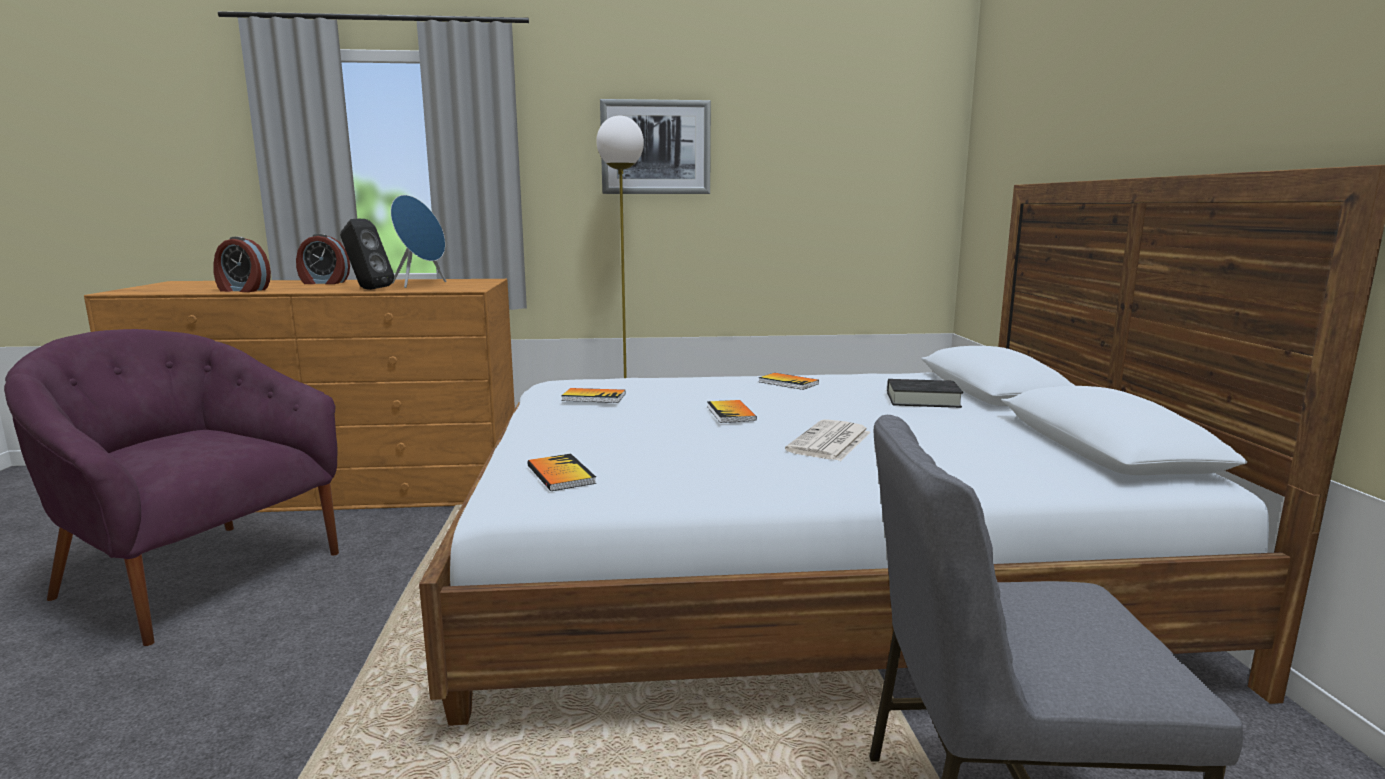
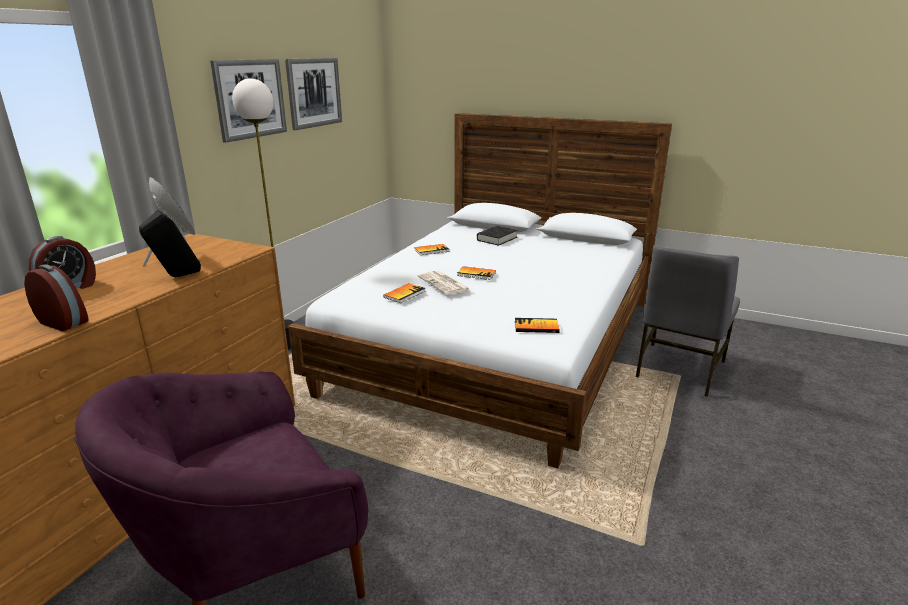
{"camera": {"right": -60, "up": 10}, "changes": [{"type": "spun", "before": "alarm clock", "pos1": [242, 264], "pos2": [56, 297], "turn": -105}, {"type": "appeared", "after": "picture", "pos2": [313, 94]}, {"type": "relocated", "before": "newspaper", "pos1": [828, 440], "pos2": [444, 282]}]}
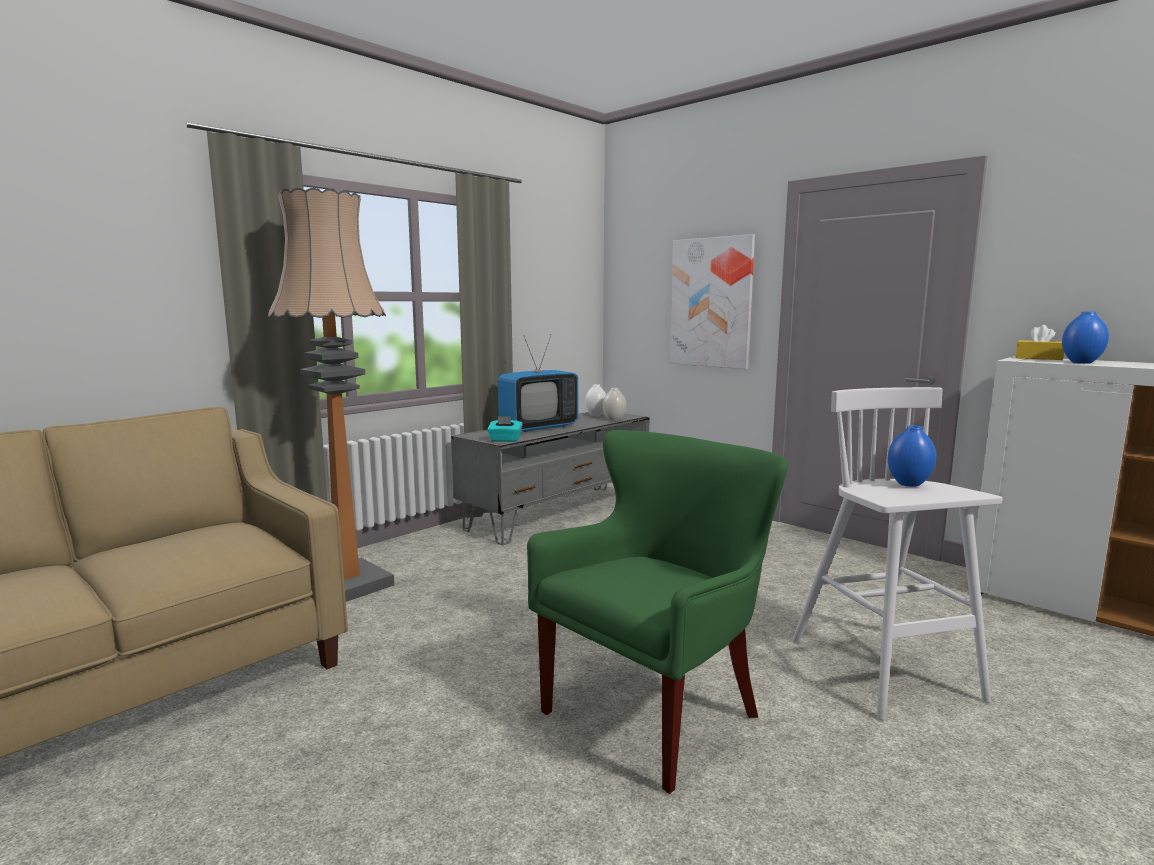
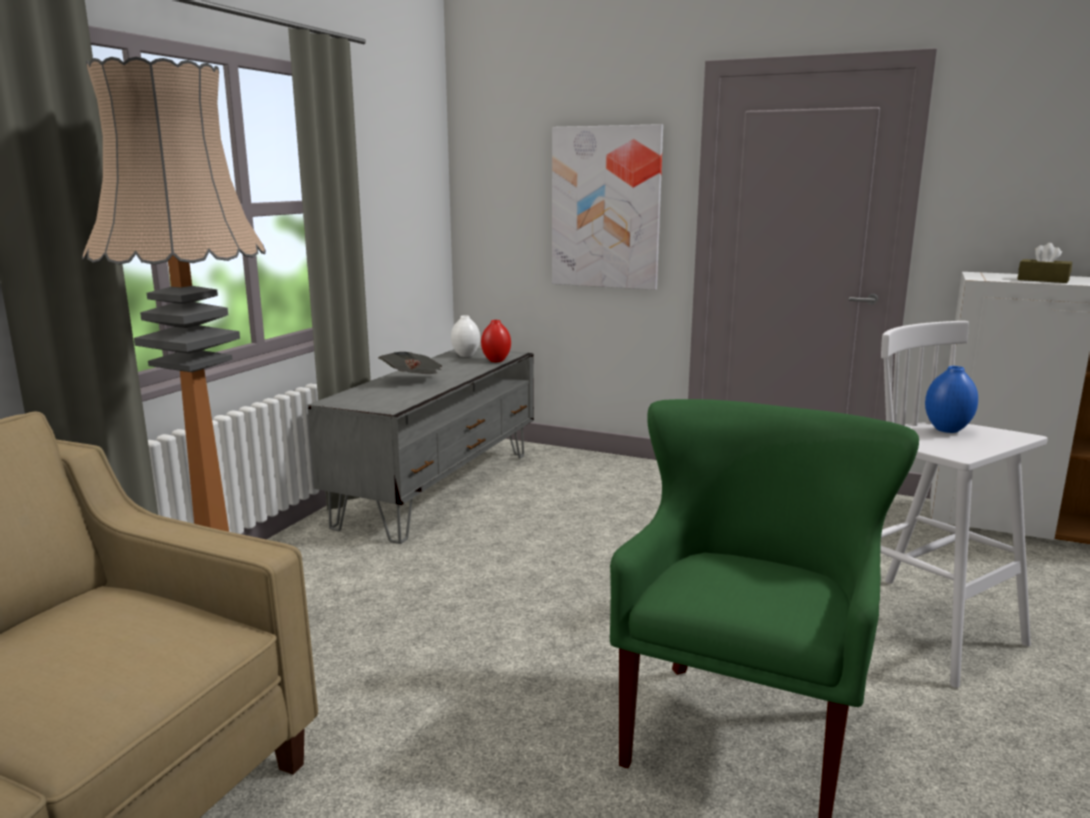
{"camera": {"right": -20, "up": 5}, "changes": [{"type": "exchanged", "before": "television", "after": "newspaper", "pos1": [538, 383], "pos2": [410, 363]}, {"type": "colour", "before": "white vase", "after": "red vase", "pos1": [614, 404], "pos2": [496, 341]}, {"type": "exchanged", "before": "blue vase", "after": "brown tissue box", "pos1": [1085, 337], "pos2": [1044, 263]}, {"type": "missing", "before": "turquoise tissue box", "pos1": [505, 429]}, {"type": "missing", "before": "yellow tissue box", "pos1": [1040, 342]}]}
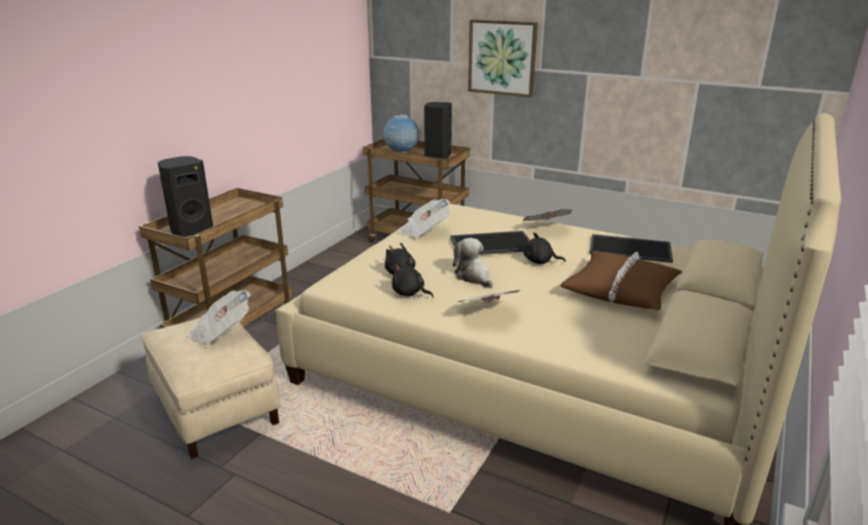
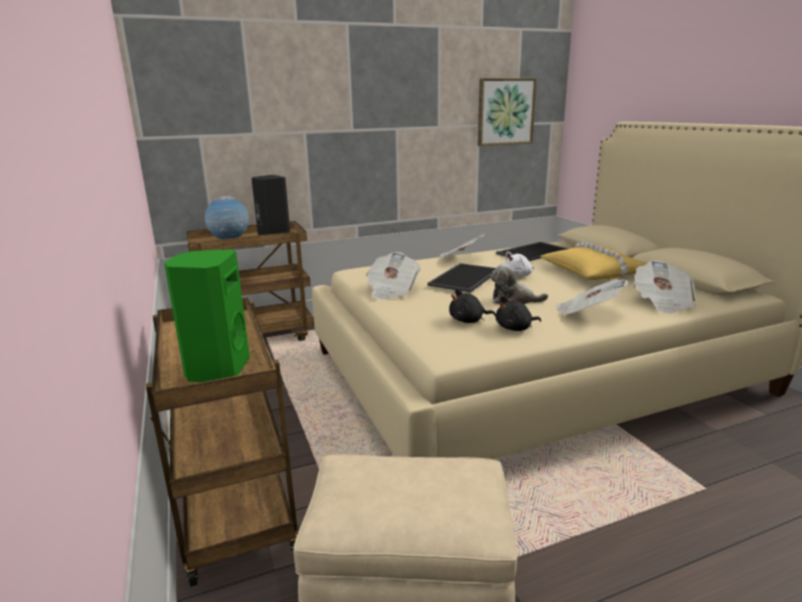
{"camera": {"right": -50, "up": -5}, "changes": [{"type": "colour", "before": "black speaker", "after": "green speaker", "pos1": [185, 196], "pos2": [207, 315]}, {"type": "relocated", "before": "picture", "pos1": [503, 58], "pos2": [507, 112]}, {"type": "colour", "before": "black plush toy", "after": "white plush toy", "pos1": [545, 248], "pos2": [519, 264]}, {"type": "colour", "before": "brown pillow", "after": "yellow pillow", "pos1": [621, 280], "pos2": [593, 261]}, {"type": "relocated", "before": "newspaper", "pos1": [219, 318], "pos2": [664, 287]}]}
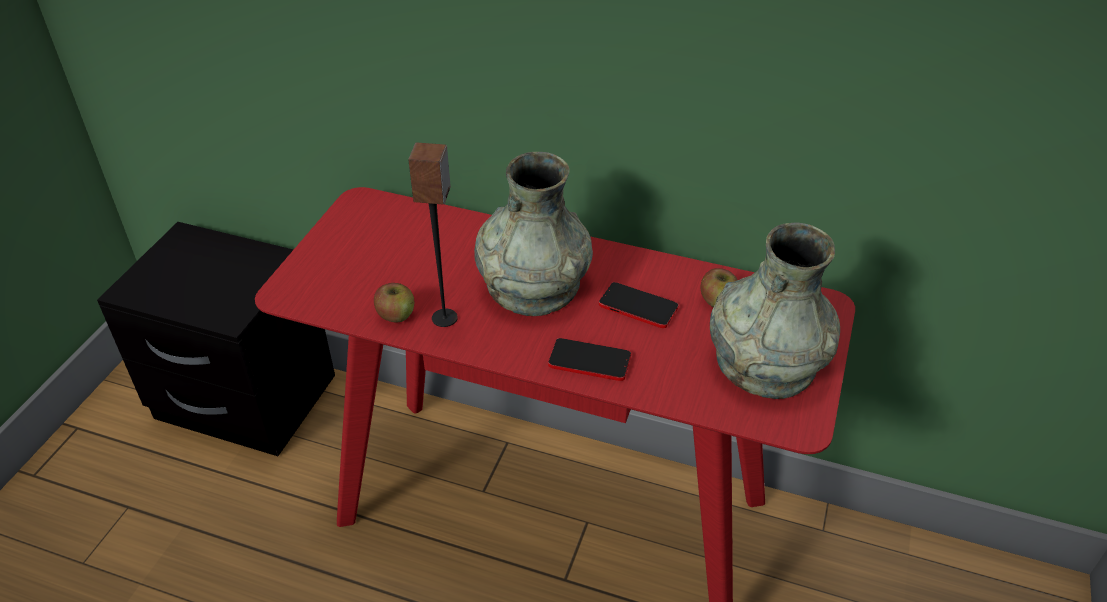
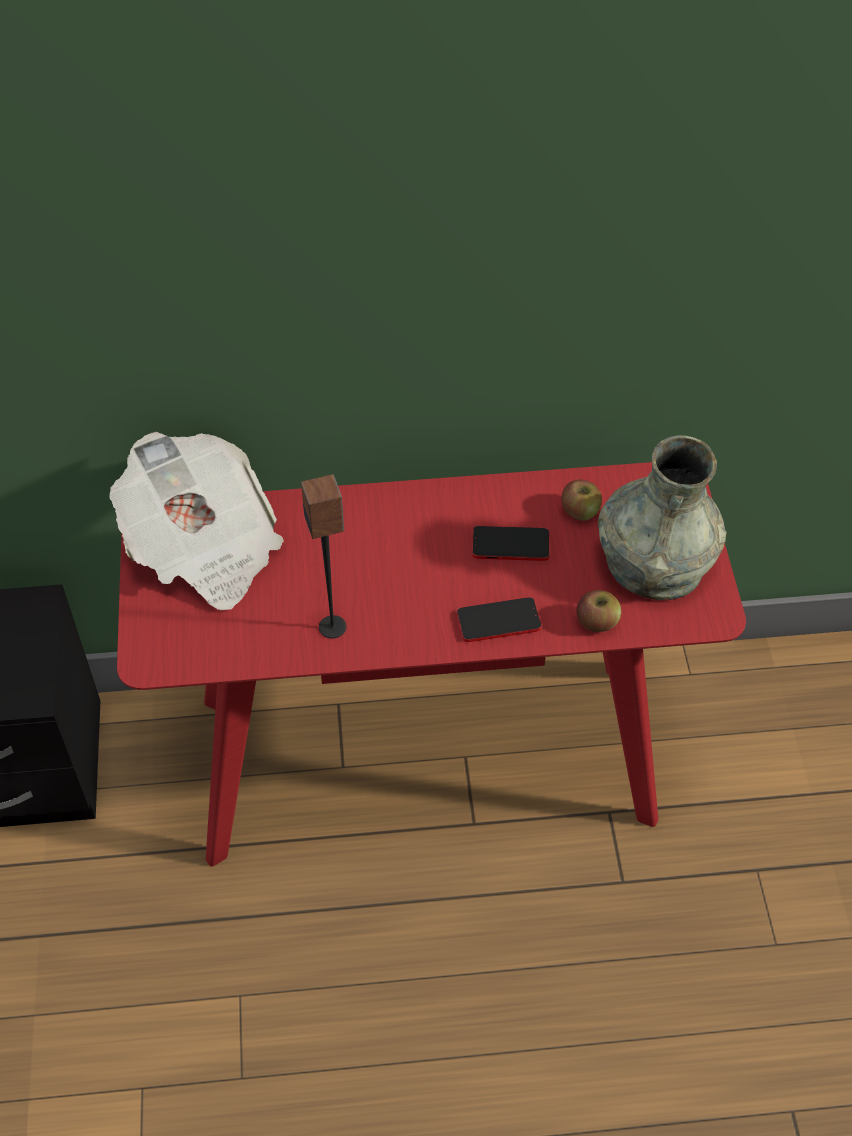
{"camera": {"right": -25, "up": 10}, "changes": [{"type": "appeared", "after": "newspaper", "pos2": [196, 521]}, {"type": "relocated", "before": "apple", "pos1": [394, 303], "pos2": [598, 611]}, {"type": "missing", "before": "grey vase", "pos1": [533, 234]}]}
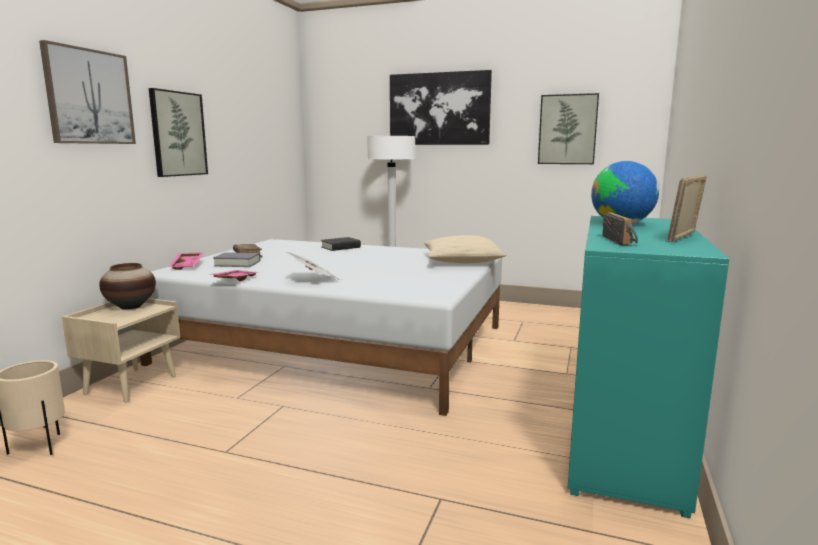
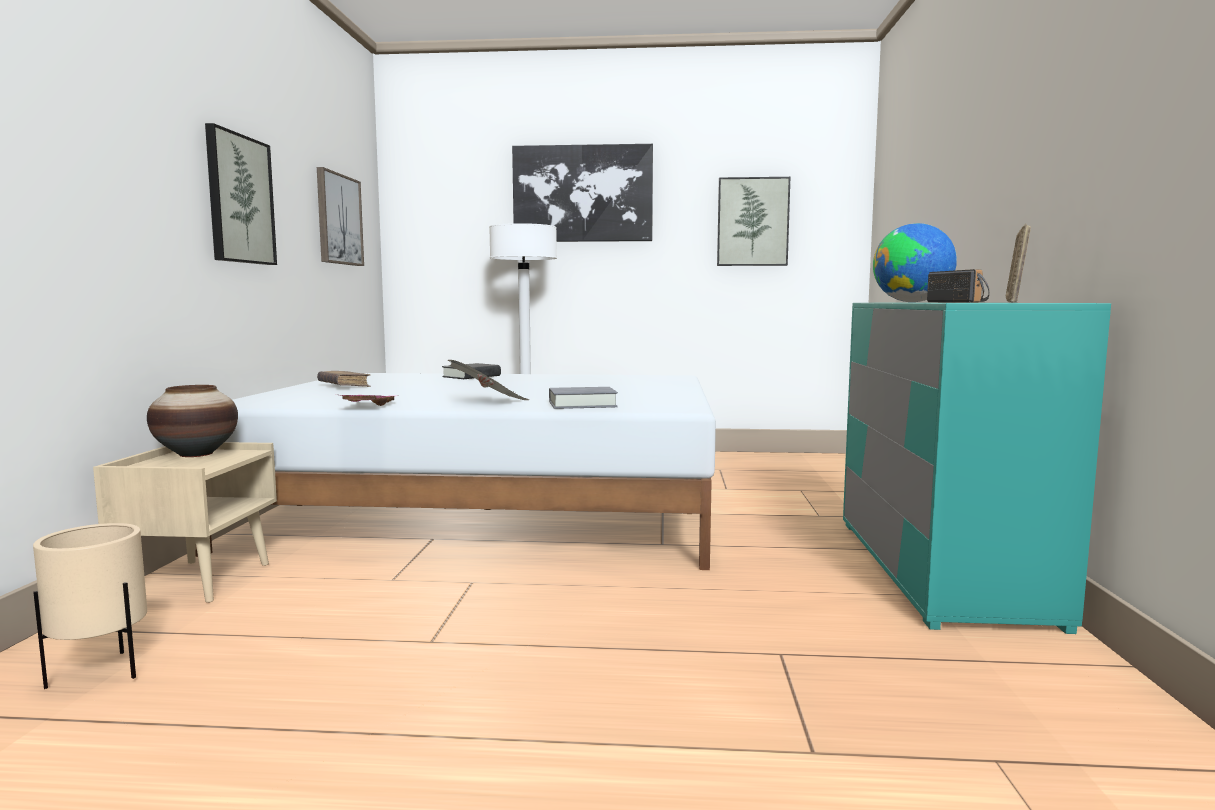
{"camera": {"right": -15, "up": -5}, "changes": [{"type": "relocated", "before": "picture", "pos1": [87, 92], "pos2": [340, 216]}, {"type": "relocated", "before": "grey book", "pos1": [237, 259], "pos2": [583, 398]}, {"type": "missing", "before": "pink tray", "pos1": [186, 261]}, {"type": "missing", "before": "beige pillow", "pos1": [465, 249]}]}
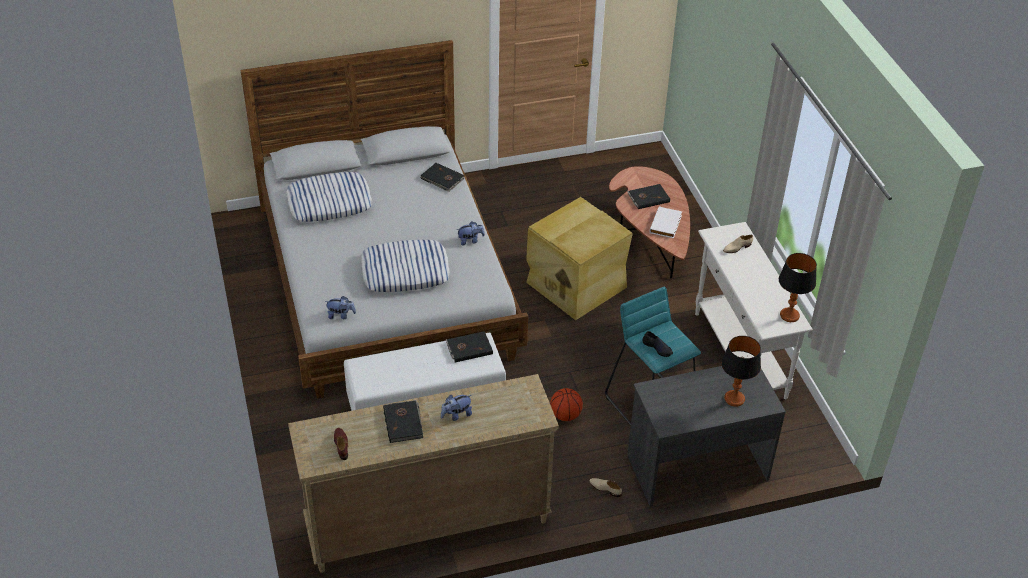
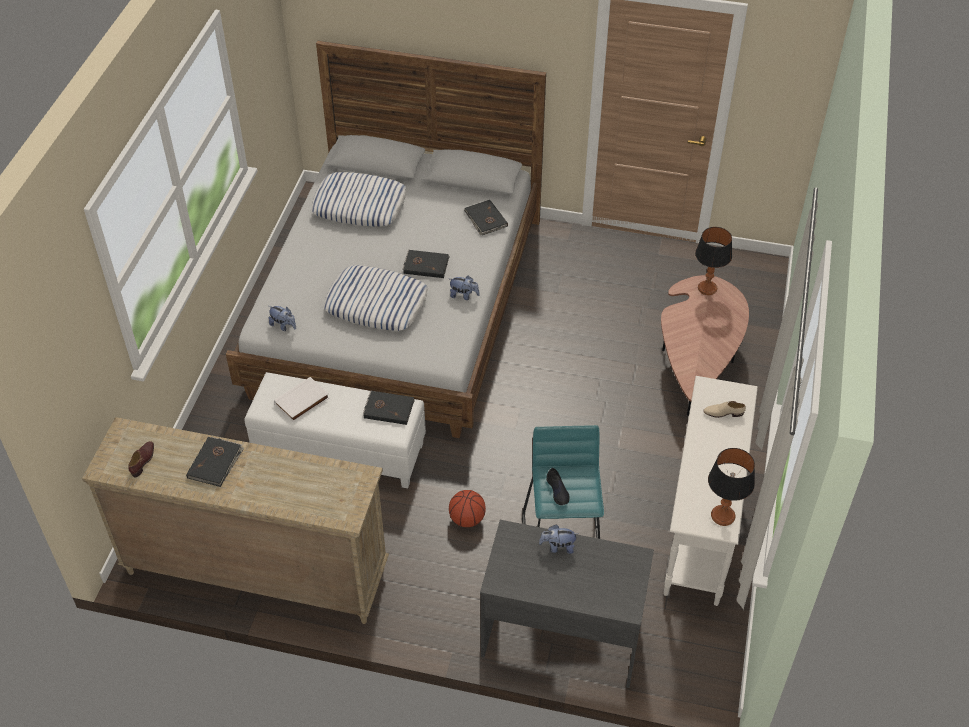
{"camera": {"right": 30, "up": 5}, "changes": [{"type": "relocated", "before": "white book", "pos1": [665, 222], "pos2": [301, 399]}, {"type": "relocated", "before": "black book", "pos1": [648, 196], "pos2": [426, 264]}, {"type": "relocated", "before": "plush toy", "pos1": [456, 408], "pos2": [558, 539]}, {"type": "relocated", "before": "table lamp", "pos1": [741, 371], "pos2": [713, 261]}, {"type": "missing", "before": "beige storage box", "pos1": [579, 258]}, {"type": "missing", "before": "beige shoe", "pos1": [605, 487]}]}
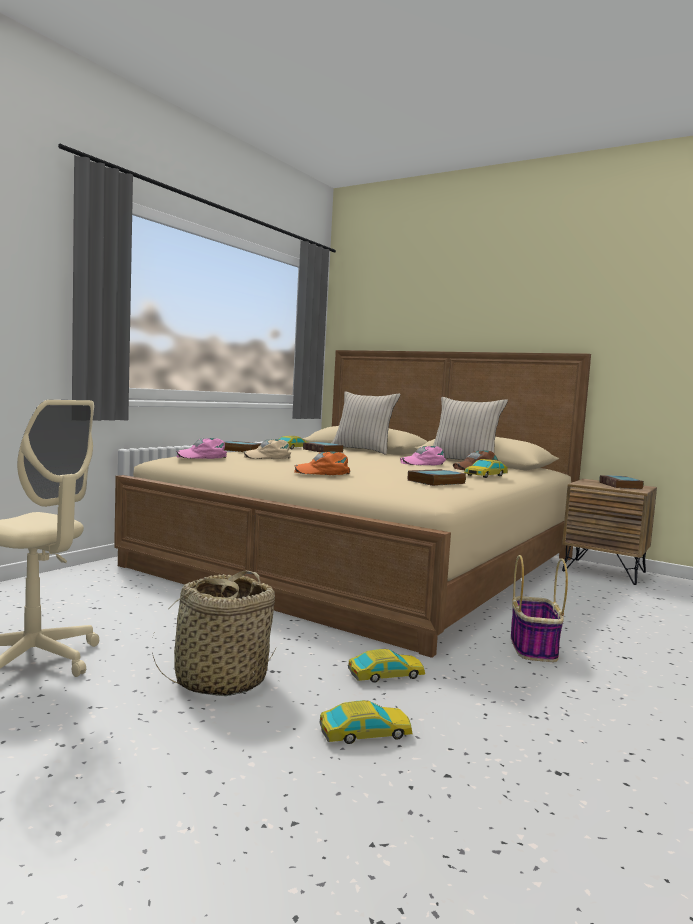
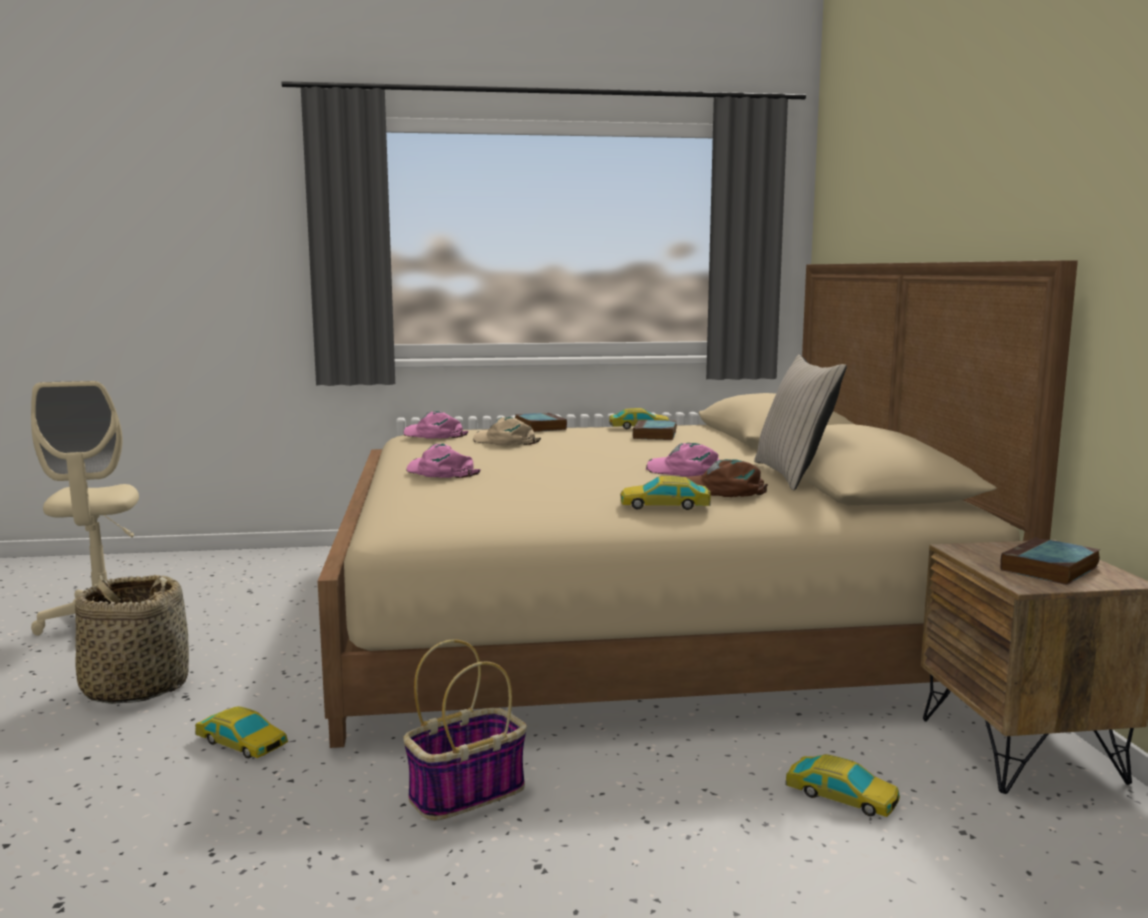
{"camera": {"right": 50, "up": 5}, "changes": [{"type": "colour", "before": "orange cap", "after": "pink cap", "pos1": [322, 463], "pos2": [443, 461]}, {"type": "relocated", "before": "toy car", "pos1": [366, 722], "pos2": [842, 785]}, {"type": "missing", "before": "beige pillow", "pos1": [366, 423]}, {"type": "missing", "before": "book", "pos1": [437, 477]}]}
